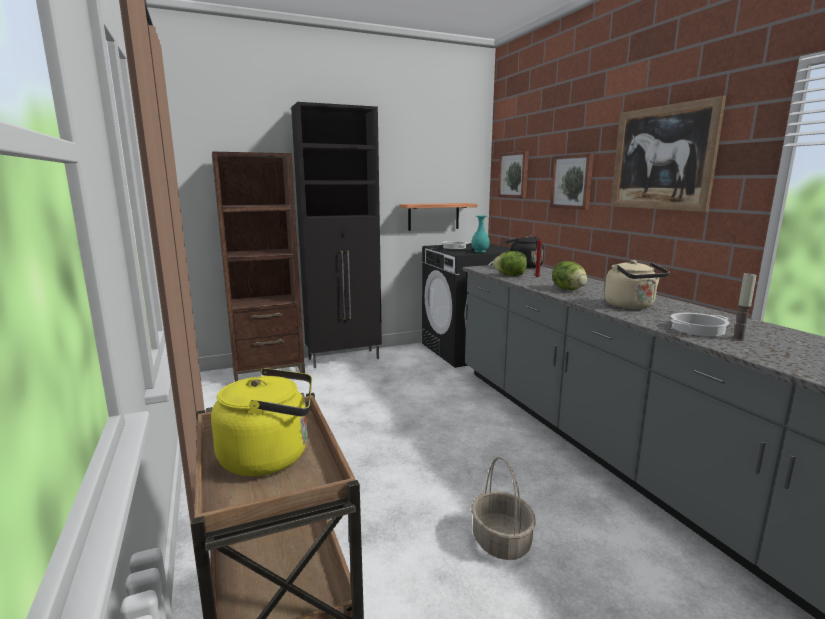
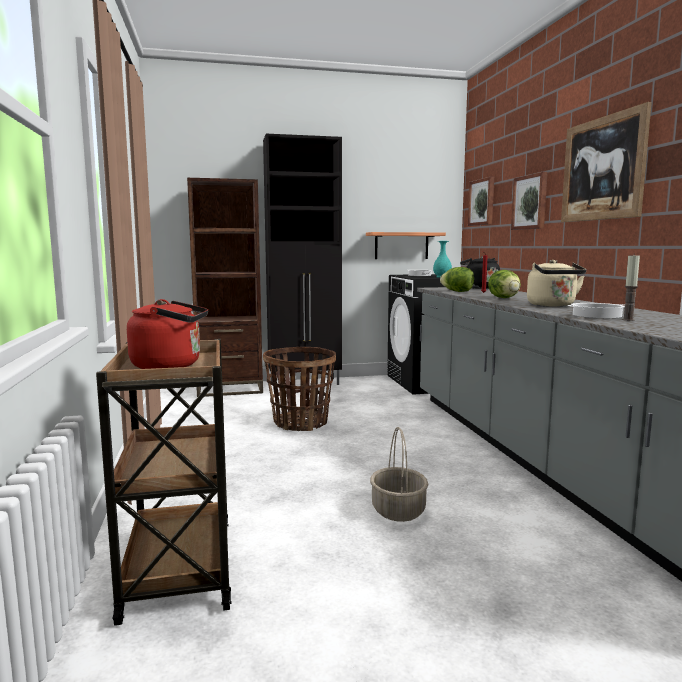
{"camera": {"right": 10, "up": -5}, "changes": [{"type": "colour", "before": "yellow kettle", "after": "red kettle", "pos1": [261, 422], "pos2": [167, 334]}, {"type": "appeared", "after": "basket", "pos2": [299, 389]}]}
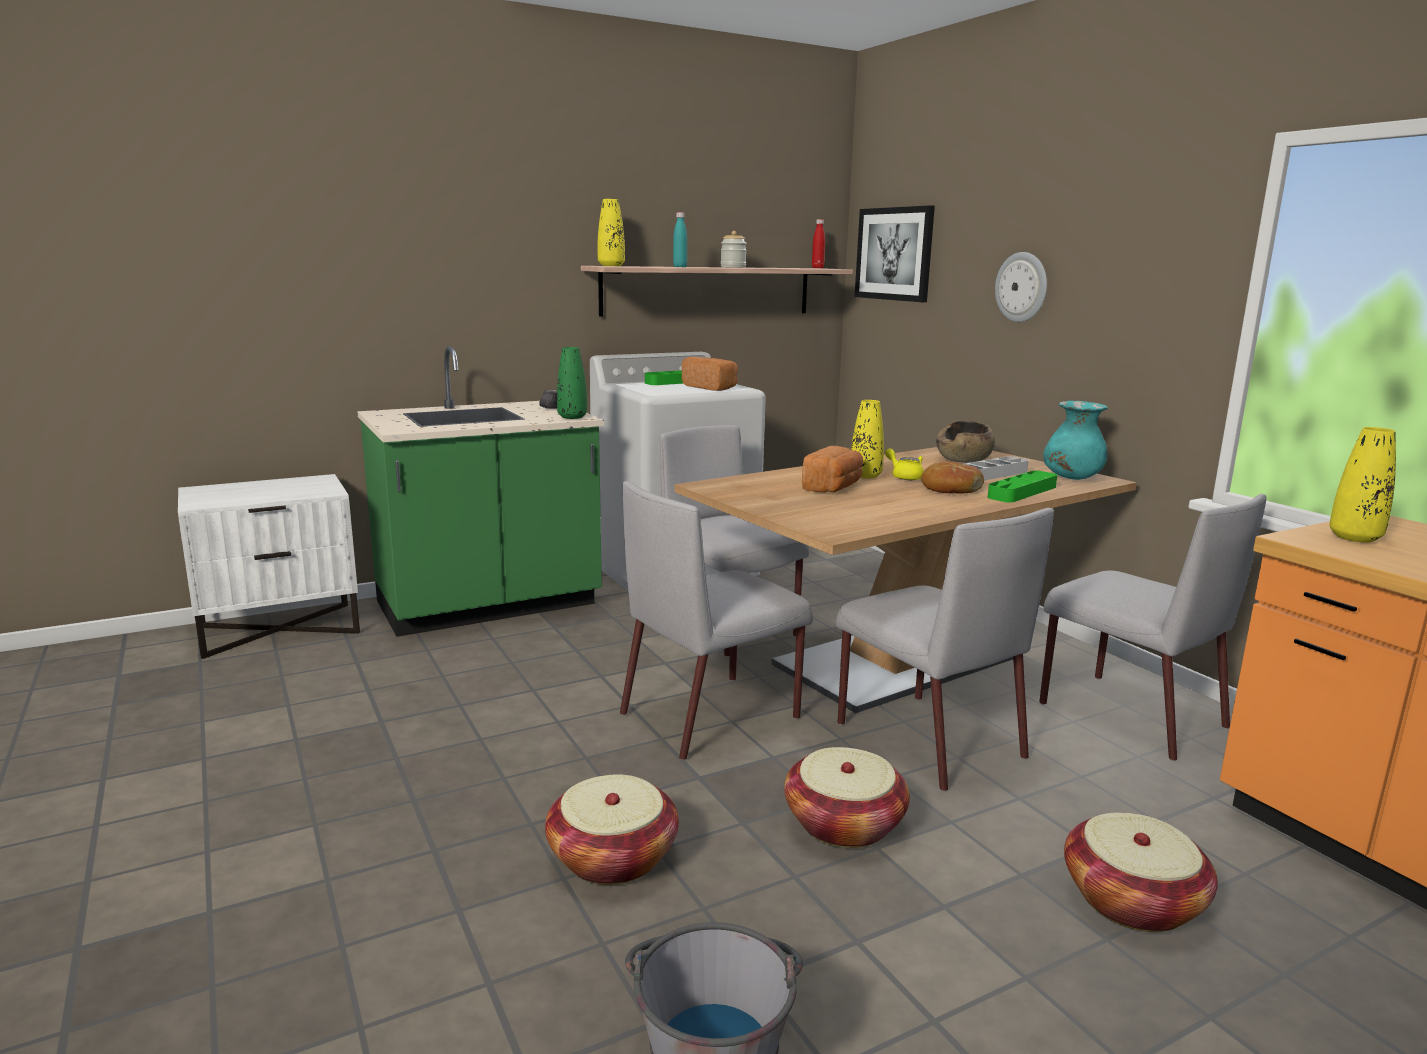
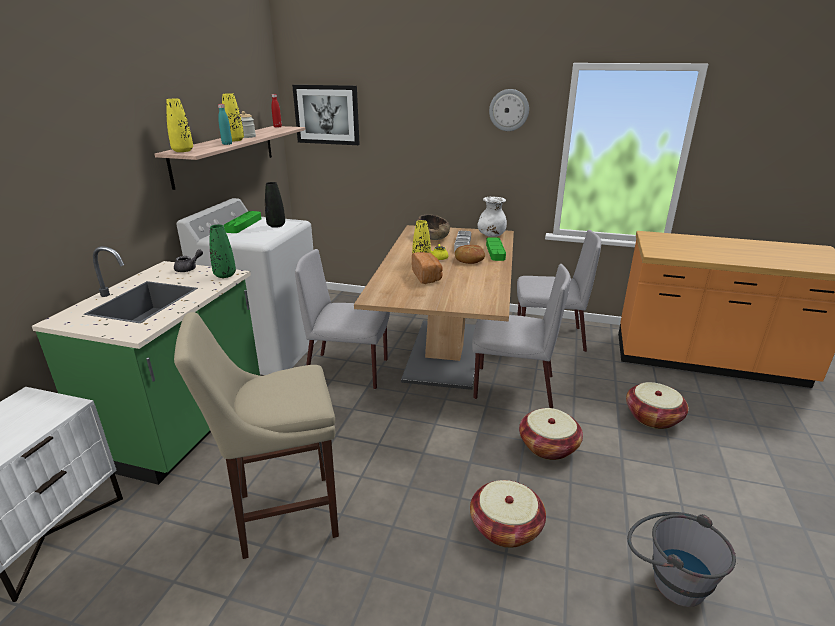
{"camera": {"right": -45, "up": 10}, "changes": [{"type": "appeared", "after": "beige stool", "pos2": [256, 435]}, {"type": "relocated", "before": "yellow vase", "pos1": [1362, 484], "pos2": [233, 117]}, {"type": "exchanged", "before": "bread", "after": "black vase", "pos1": [710, 374], "pos2": [275, 205]}, {"type": "colour", "before": "turquoise vase", "after": "white vase", "pos1": [1075, 440], "pos2": [492, 217]}, {"type": "relocated", "before": "wall clock", "pos1": [1021, 287], "pos2": [509, 110]}, {"type": "missing", "before": "grey chair", "pos1": [716, 620]}]}
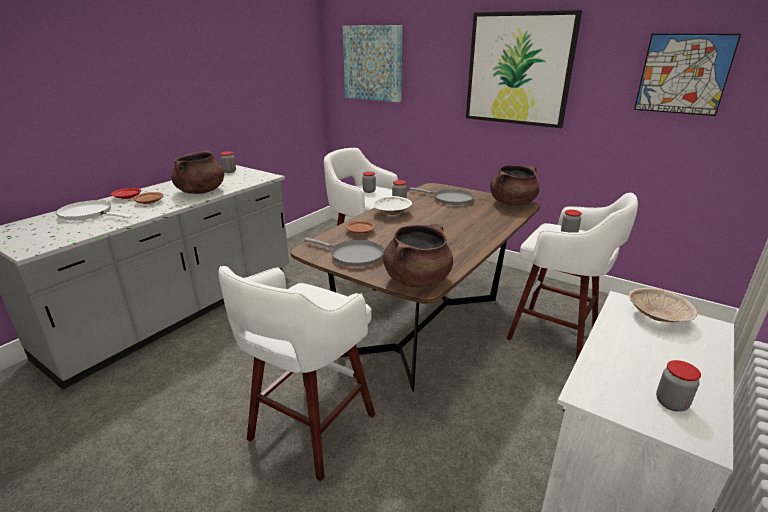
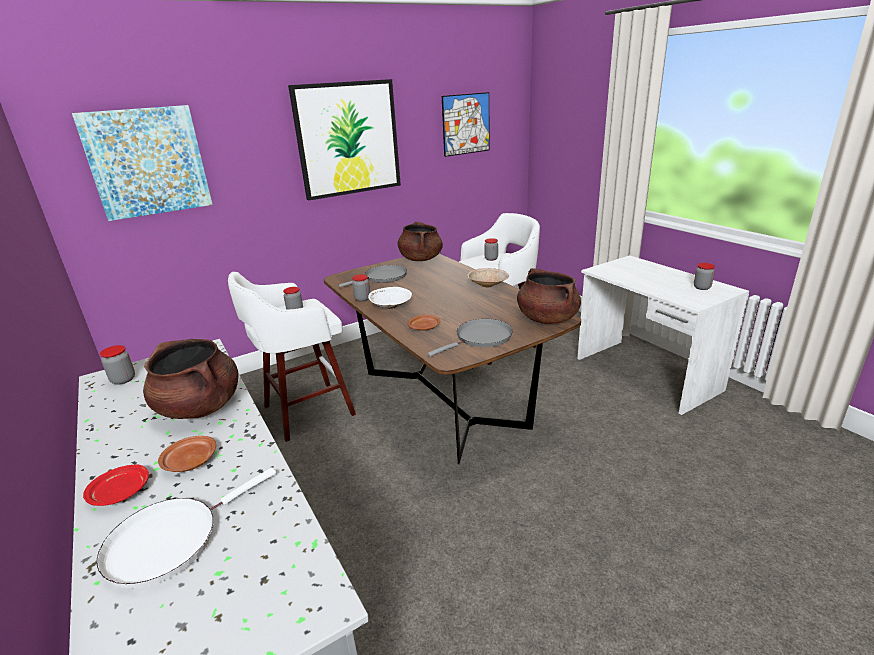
{"camera": {"right": -65, "up": 0}, "changes": [{"type": "relocated", "before": "beige bowl", "pos1": [663, 305], "pos2": [488, 278]}, {"type": "missing", "before": "white stool", "pos1": [296, 373]}]}
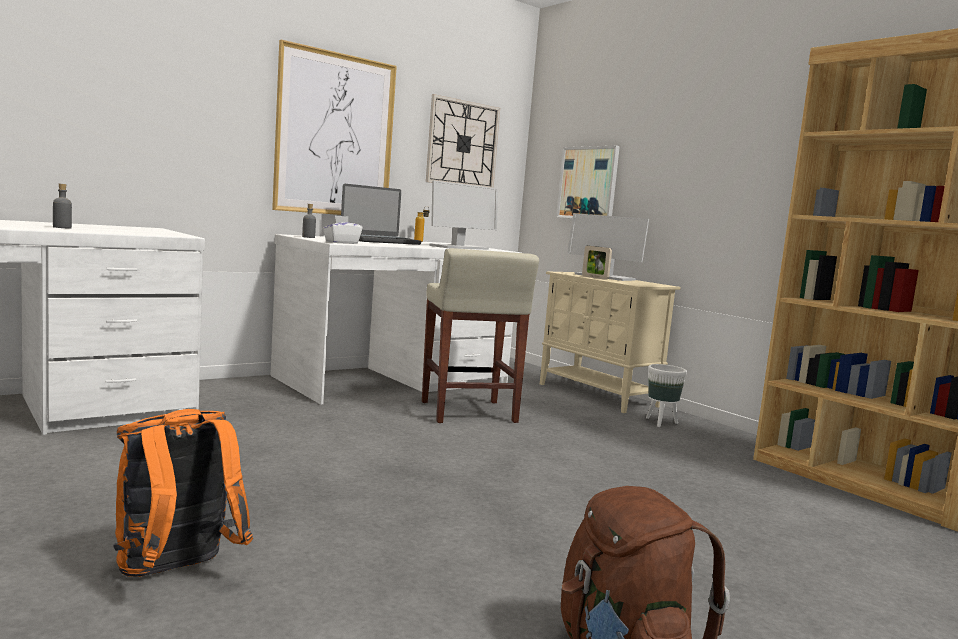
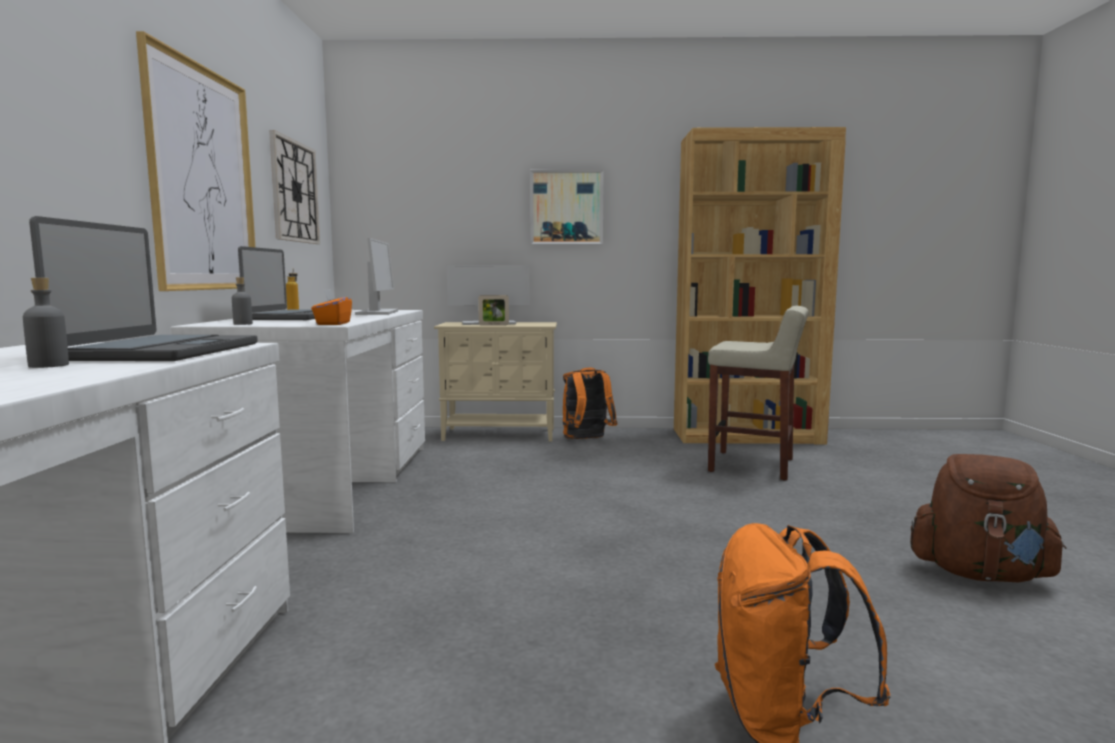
{"camera": {"right": -50, "up": 0}, "changes": [{"type": "appeared", "after": "laptop", "pos2": [143, 288]}, {"type": "colour", "before": "white tissue box", "after": "orange tissue box", "pos1": [342, 230], "pos2": [331, 307]}, {"type": "relocated", "before": "picture", "pos1": [588, 182], "pos2": [567, 207]}, {"type": "exchanged", "before": "white planter", "after": "orange backpack", "pos1": [666, 395], "pos2": [590, 403]}, {"type": "relocated", "before": "beige stool", "pos1": [480, 335], "pos2": [758, 392]}]}
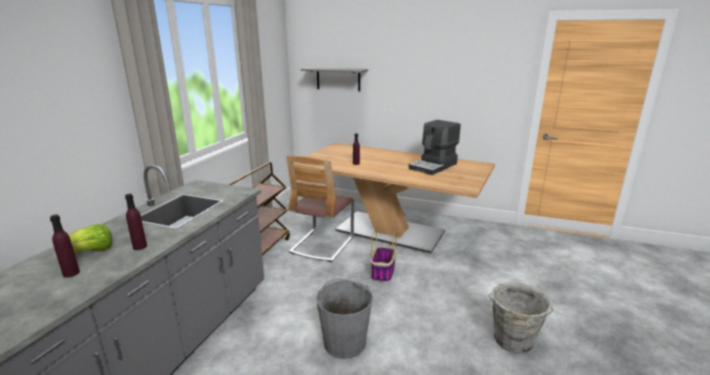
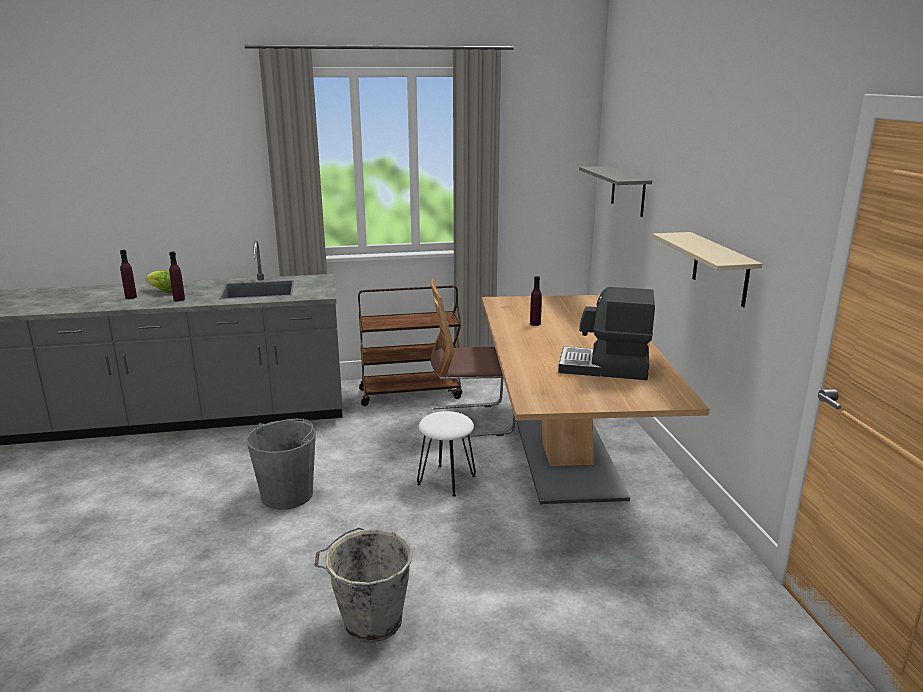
{"camera": {"right": 60, "up": 0}, "changes": [{"type": "exchanged", "before": "basket", "after": "white stool", "pos1": [384, 255], "pos2": [446, 454]}, {"type": "appeared", "after": "beige shelf", "pos2": [707, 269]}]}
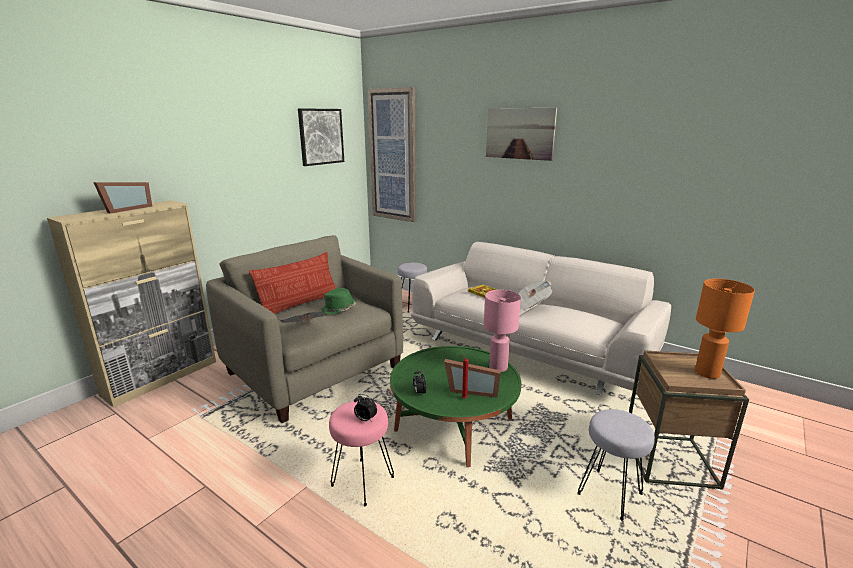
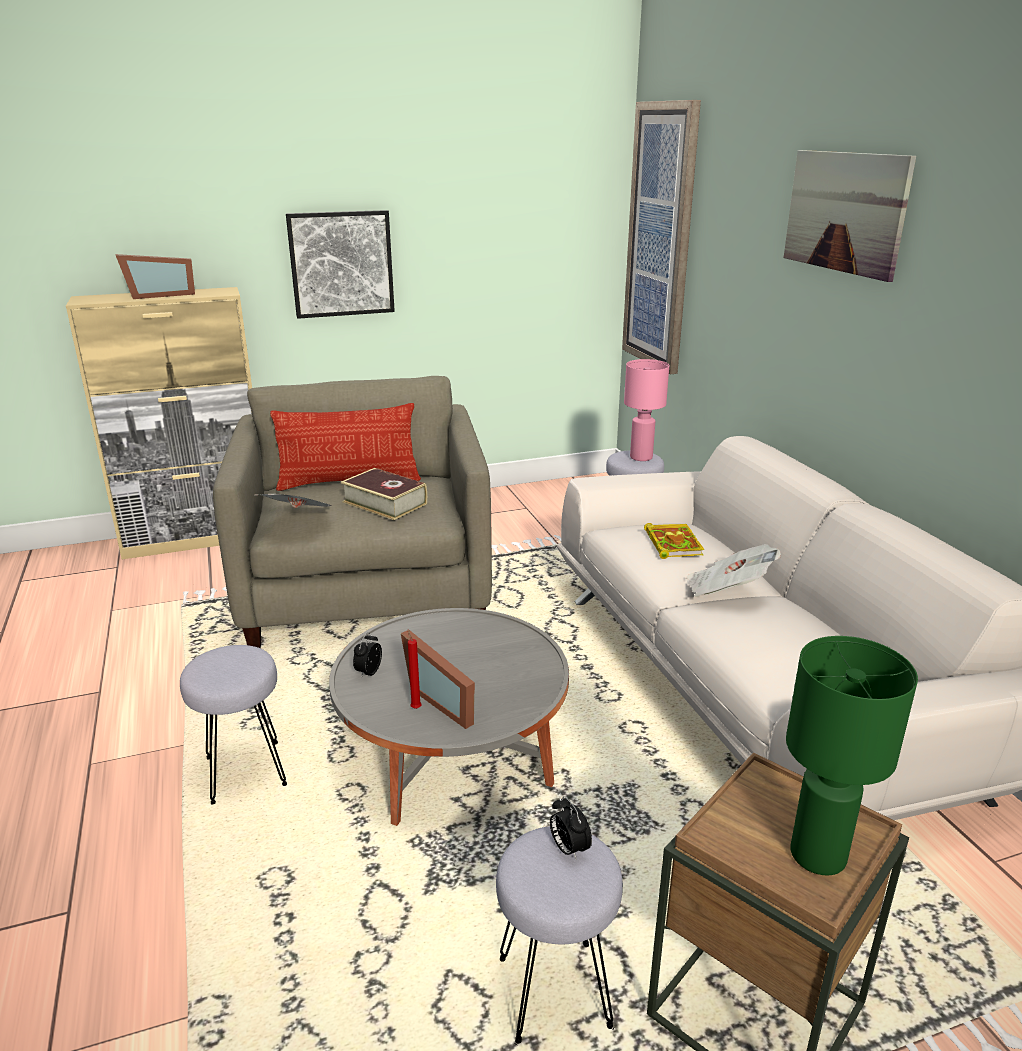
{"camera": {"right": 35, "up": 5}, "changes": [{"type": "colour", "before": "pink stool", "after": "grey stool", "pos1": [361, 453], "pos2": [233, 725]}, {"type": "relocated", "before": "picture", "pos1": [321, 137], "pos2": [340, 264]}, {"type": "colour", "before": "green coffee table", "after": "grey coffee table", "pos1": [455, 406], "pos2": [449, 717]}, {"type": "exchanged", "before": "green hat", "after": "book", "pos1": [339, 301], "pos2": [384, 494]}, {"type": "relocated", "before": "alarm clock", "pos1": [365, 408], "pos2": [571, 828]}, {"type": "relocated", "before": "pink table lamp", "pos1": [502, 331], "pos2": [646, 410]}, {"type": "colour", "before": "orange table lamp", "after": "green table lamp", "pos1": [725, 329], "pos2": [852, 755]}]}
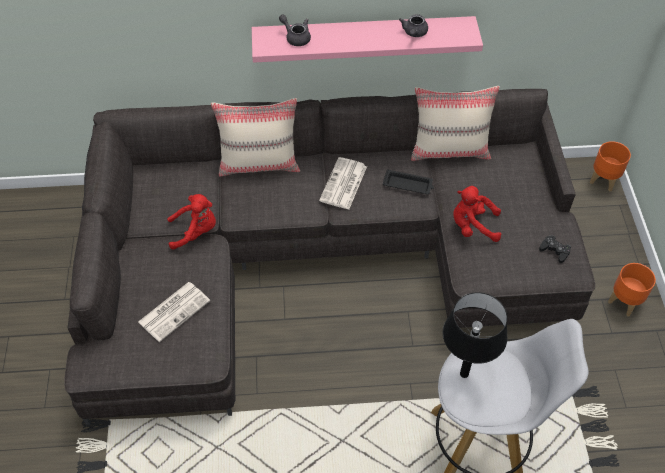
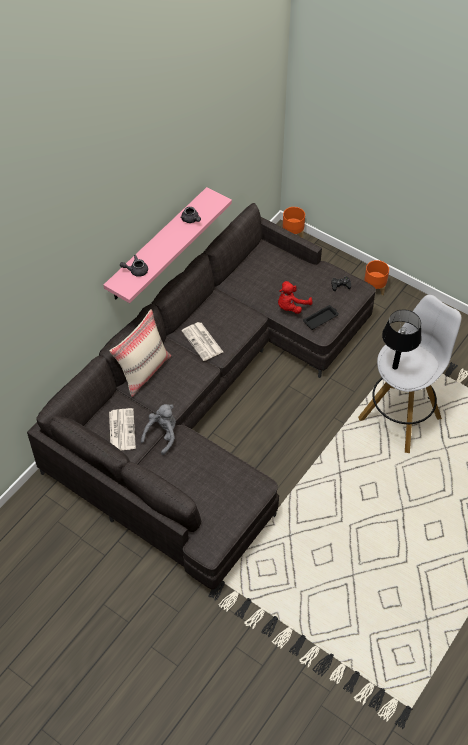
{"camera": {"right": -50, "up": 0}, "changes": [{"type": "relocated", "before": "newspaper", "pos1": [174, 312], "pos2": [122, 429]}, {"type": "colour", "before": "red plush toy", "after": "grey plush toy", "pos1": [191, 222], "pos2": [158, 429]}, {"type": "relocated", "before": "black tray", "pos1": [408, 181], "pos2": [321, 317]}, {"type": "missing", "before": "beige pillow", "pos1": [455, 123]}]}
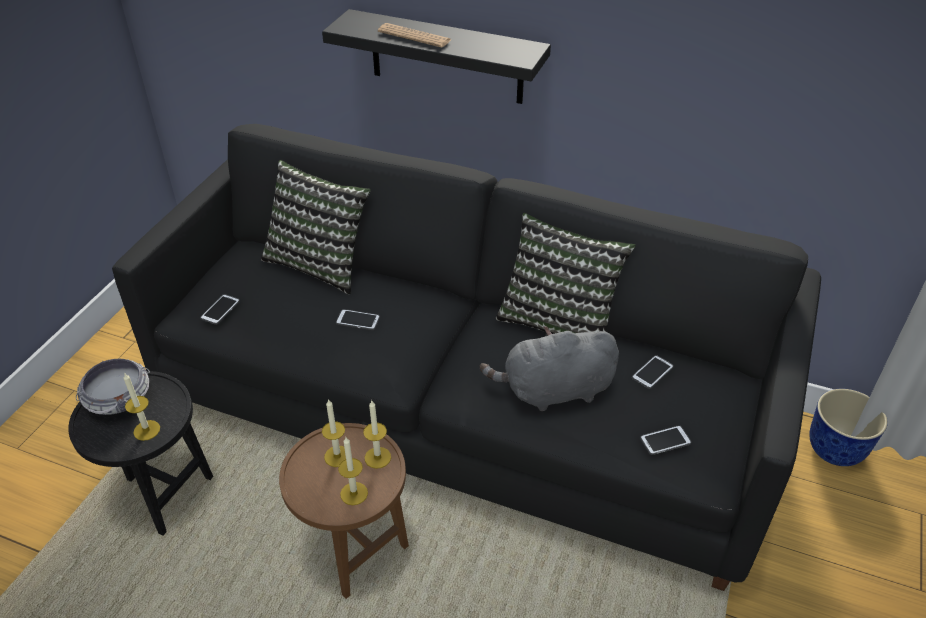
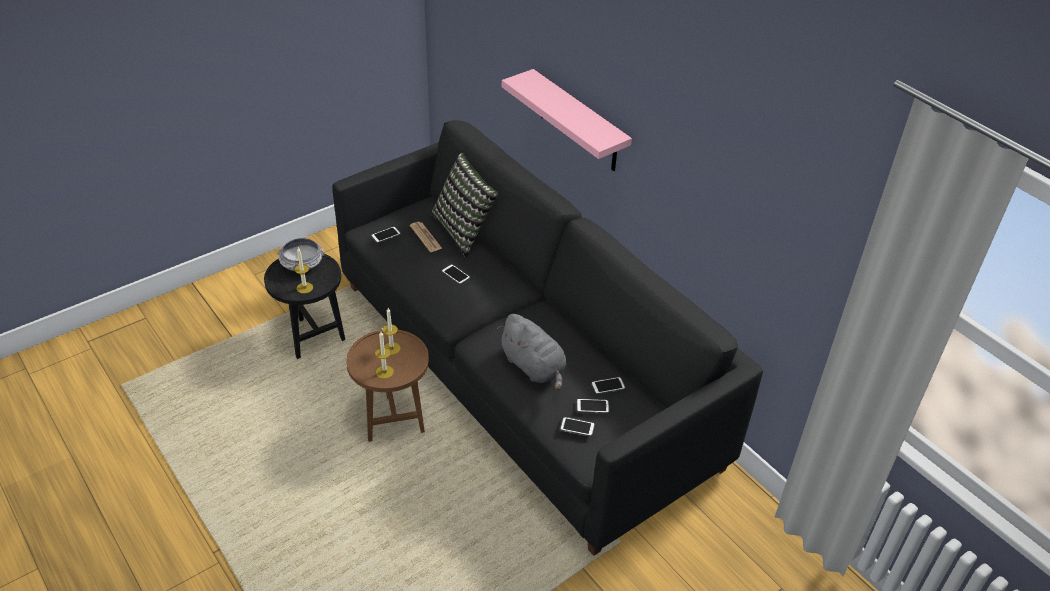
{"camera": {"right": 30, "up": 0}, "changes": [{"type": "relocated", "before": "newspaper", "pos1": [414, 35], "pos2": [426, 237]}, {"type": "spun", "before": "grey plush toy", "pos1": [549, 368], "pos2": [532, 352], "turn": -150}, {"type": "colour", "before": "black shelf", "after": "pink shelf", "pos1": [436, 56], "pos2": [567, 120]}, {"type": "appeared", "after": "phone", "pos2": [593, 406]}, {"type": "missing", "before": "candle", "pos1": [377, 435]}, {"type": "missing", "before": "pillow", "pos1": [566, 273]}, {"type": "missing", "before": "planter", "pos1": [848, 427]}]}
